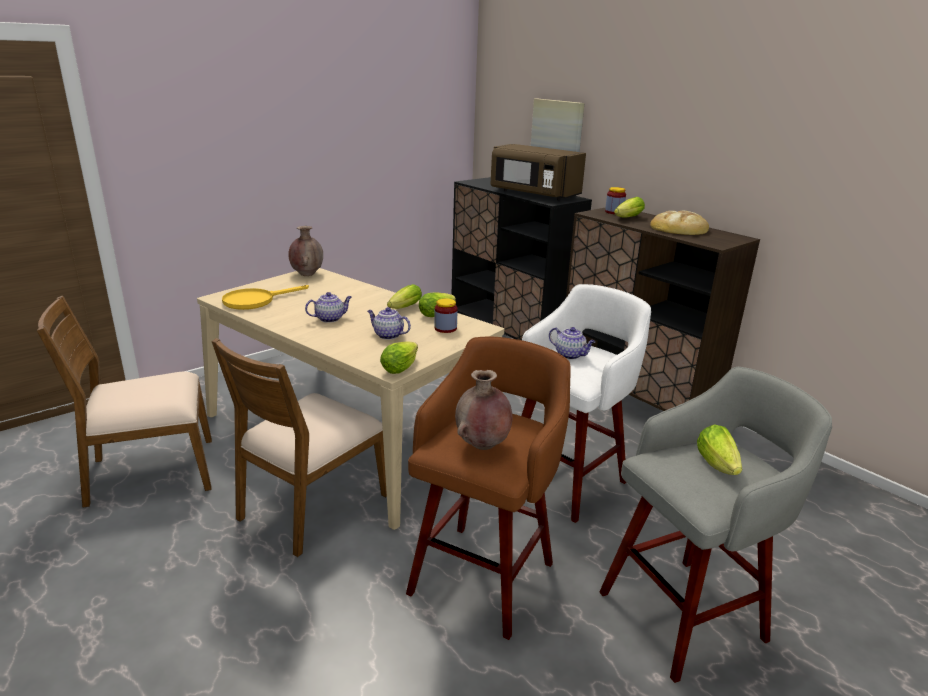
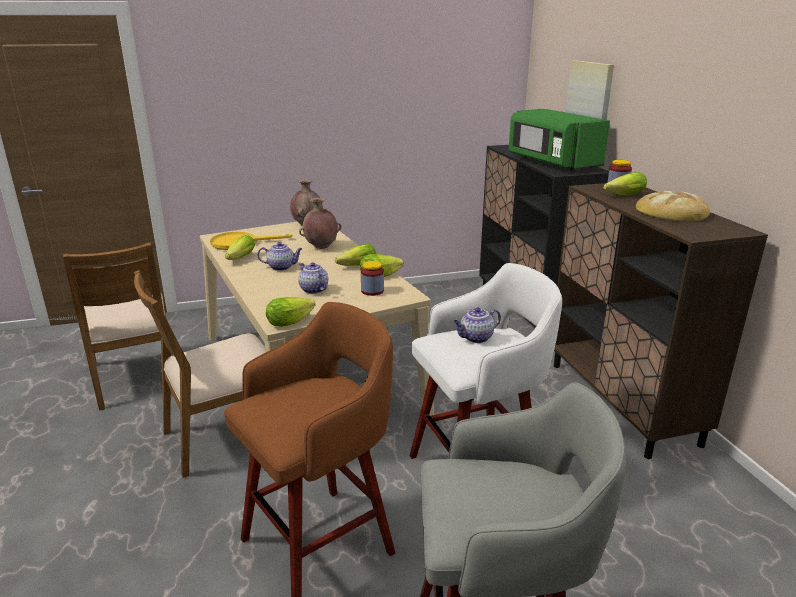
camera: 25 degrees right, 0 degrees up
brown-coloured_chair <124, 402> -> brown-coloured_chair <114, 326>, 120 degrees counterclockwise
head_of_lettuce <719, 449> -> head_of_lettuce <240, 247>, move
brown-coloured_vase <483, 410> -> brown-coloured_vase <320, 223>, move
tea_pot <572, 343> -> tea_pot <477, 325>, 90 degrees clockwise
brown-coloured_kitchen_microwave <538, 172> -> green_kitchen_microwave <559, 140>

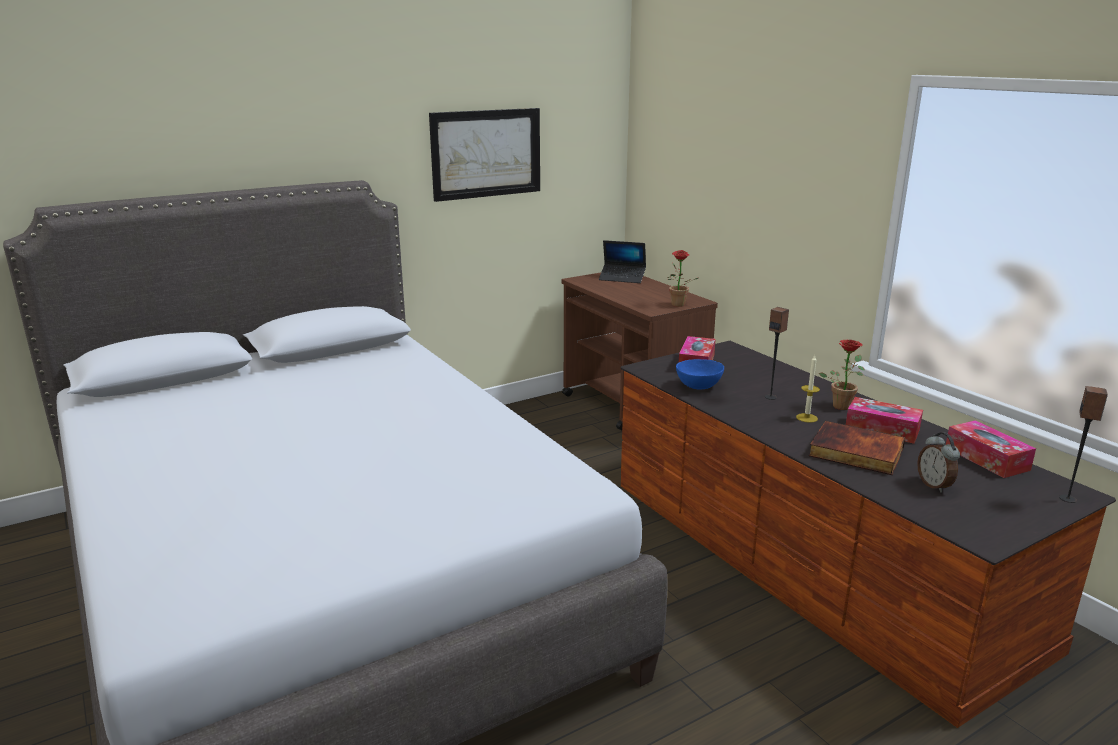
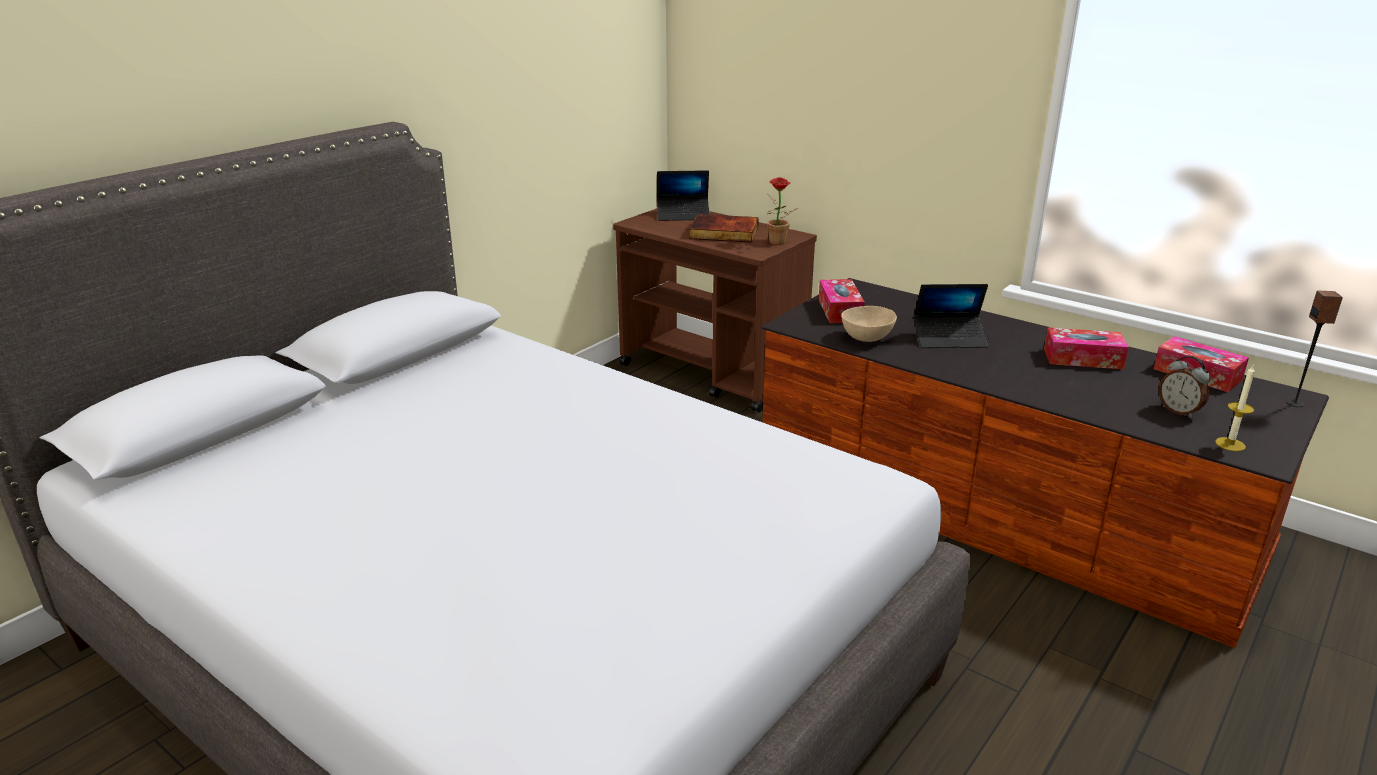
camera: 20 degrees left, 5 degrees up
volume <857, 448> -> volume <724, 228>, move
bluish_serving_bowl <700, 374> -> beige_serving_bowl <869, 324>
audio_speaker <777, 353> -> portable_computer <950, 316>
wax_candle <808, 389> -> wax_candle <1235, 408>, move
wall_picture <484, 155> -> none
potted_plant <842, 375> -> none

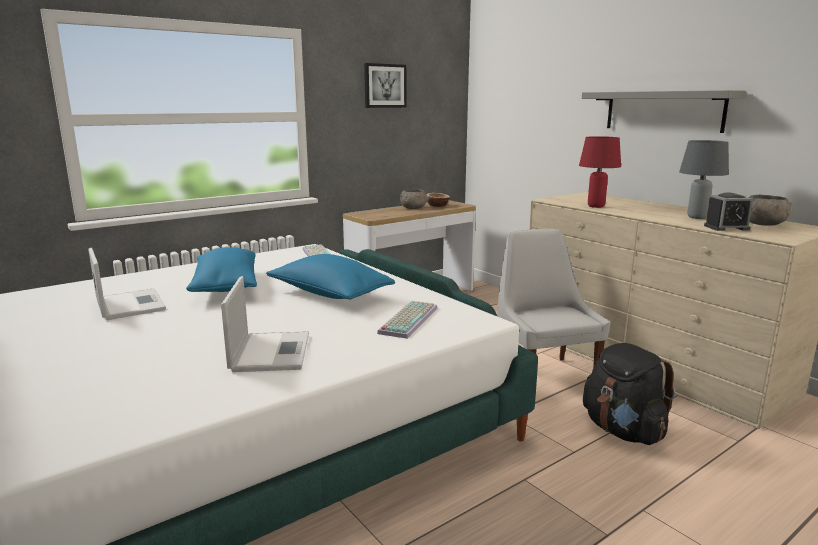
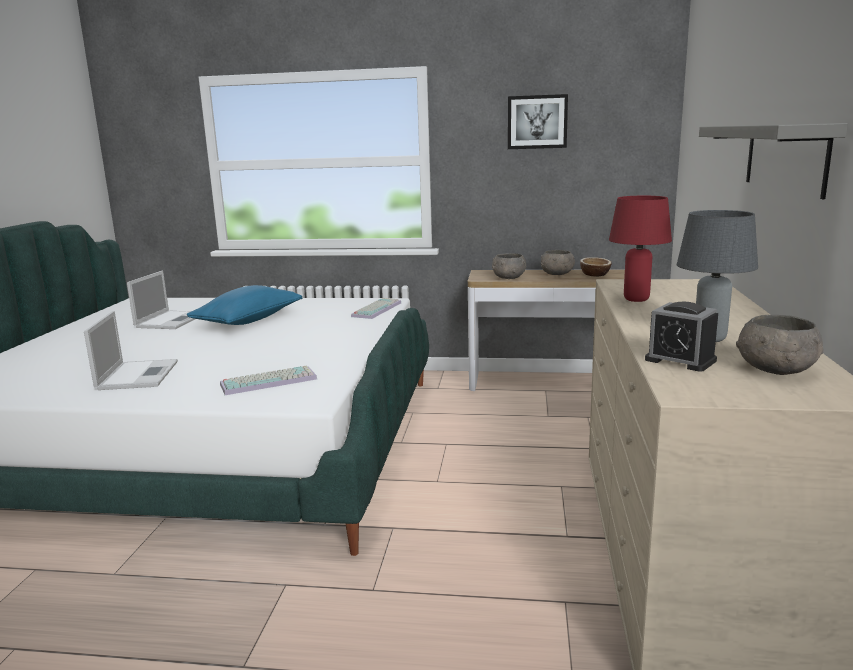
camera: 45 degrees right, 0 degrees up
portable_computer <265, 324> -> portable_computer <131, 350>, 45 degrees counterclockwise
none -> grey_serving_bowl <509, 266>
bluish_throw_pillow <330, 276> -> none
white_chair <554, 298> -> none
black_rucksack <629, 394> -> none

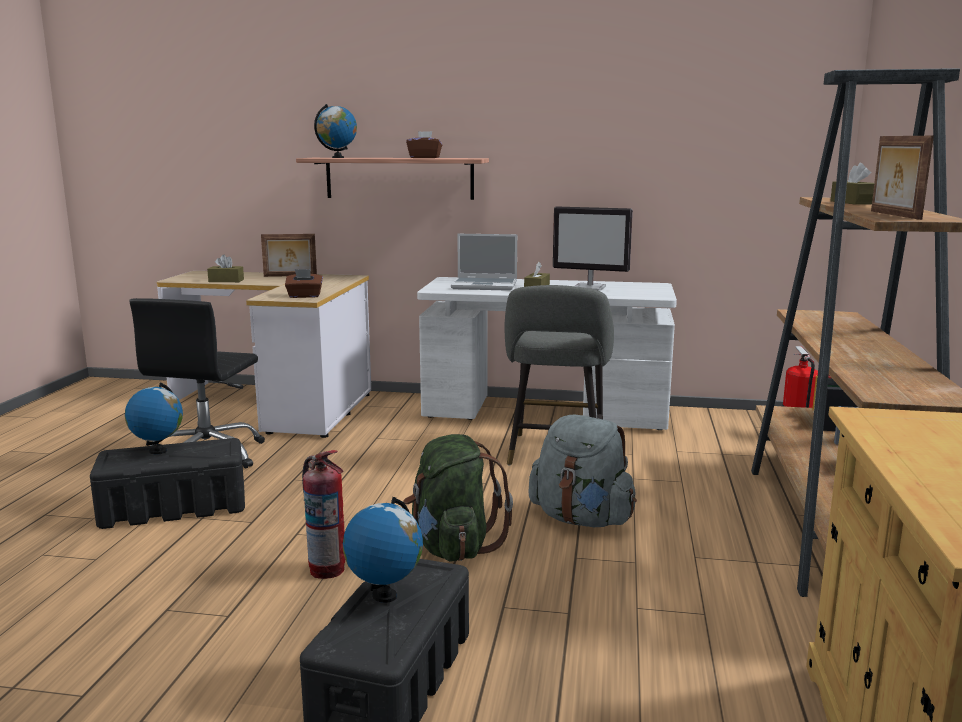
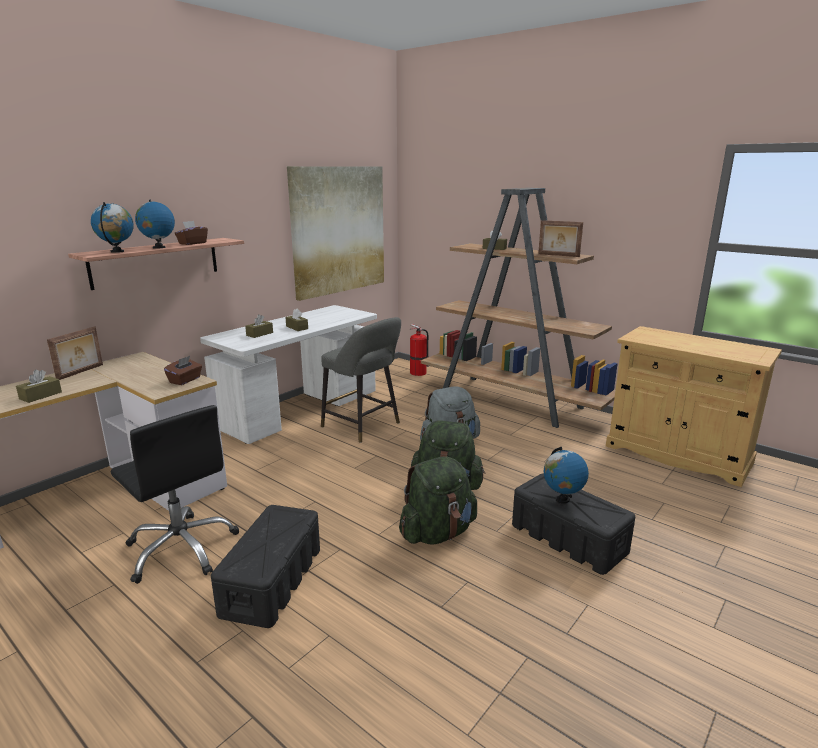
camera: 60 degrees left, 5 degrees up
world_globe <154, 418> -> world_globe <155, 224>, move
portable_computer <484, 262> -> brown-coloured_tissue_holder <259, 326>
none -> wall_picture <335, 233>
extinguisher <323, 514> -> green_rucksack <438, 501>
computer_display <593, 249> -> none

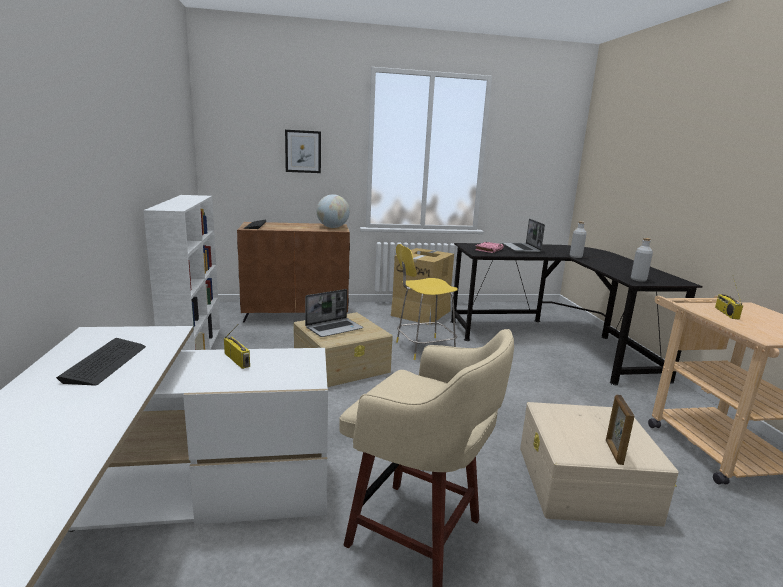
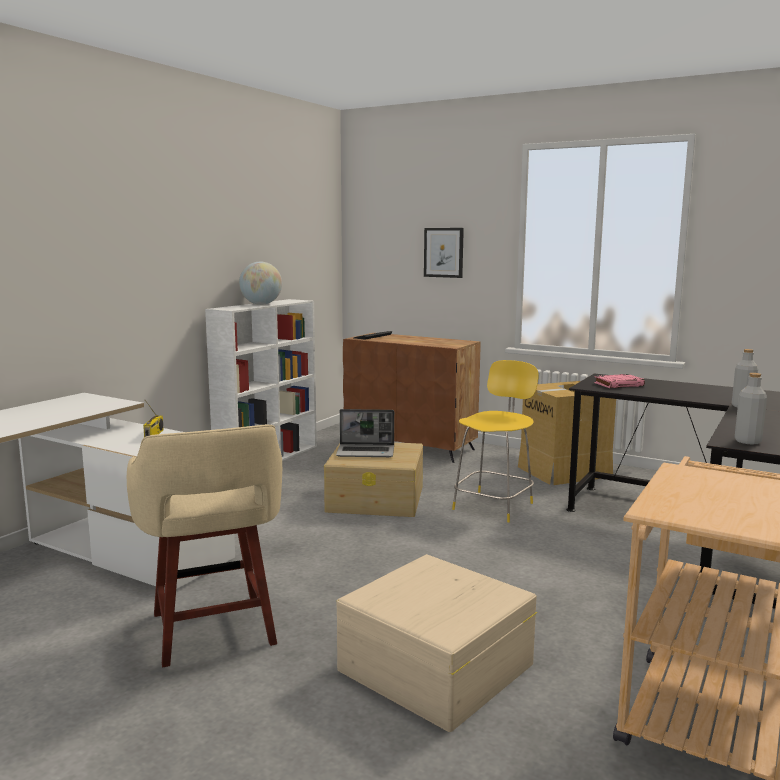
camera: 40 degrees right, 5 degrees down
world_globe <333, 211> -> world_globe <260, 283>, move
yellow_chair <427, 302> -> yellow_chair <495, 441>, 105 degrees clockwise
PC_keyboard <101, 362> -> none
portable_computer <523, 236> -> none
picture_frame <620, 430> -> none
radio <729, 297> -> none

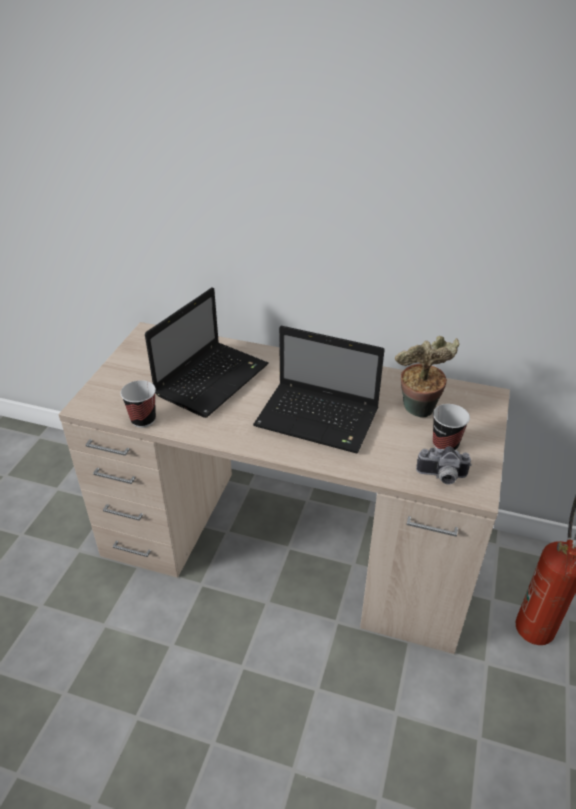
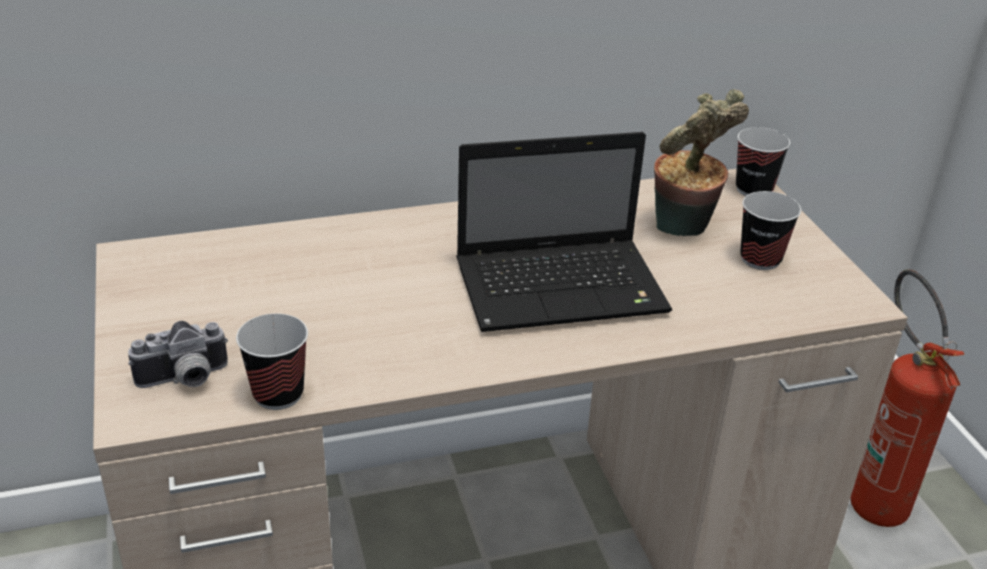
camera: 35 degrees left, 5 degrees down
photo_camera <444, 466> -> photo_camera <178, 354>, move
none -> cup <763, 161>
portable_computer <207, 352> -> none

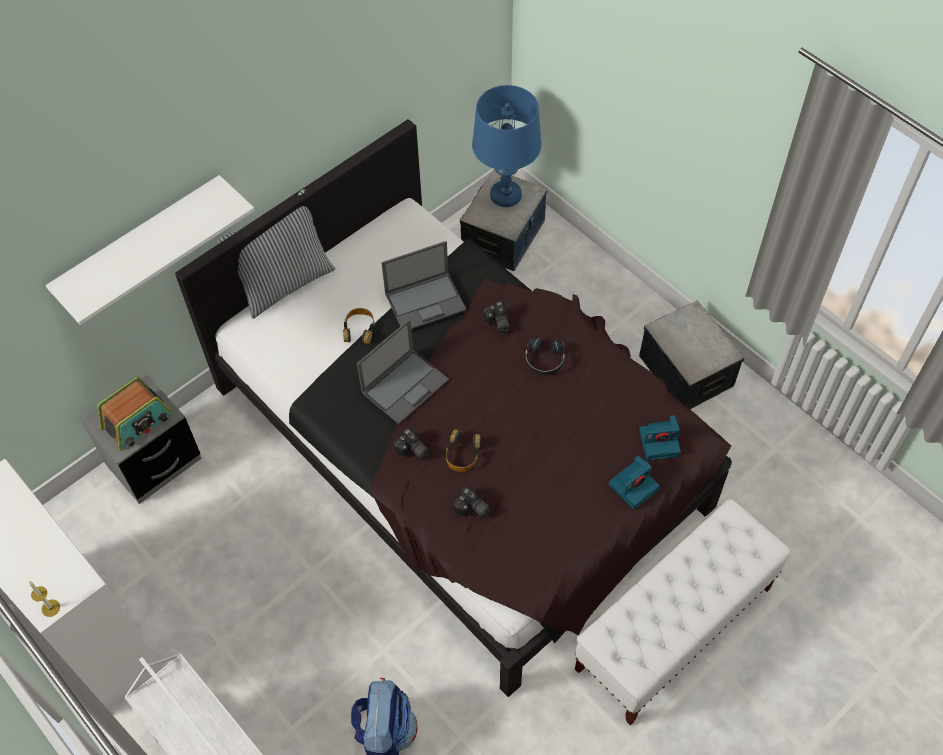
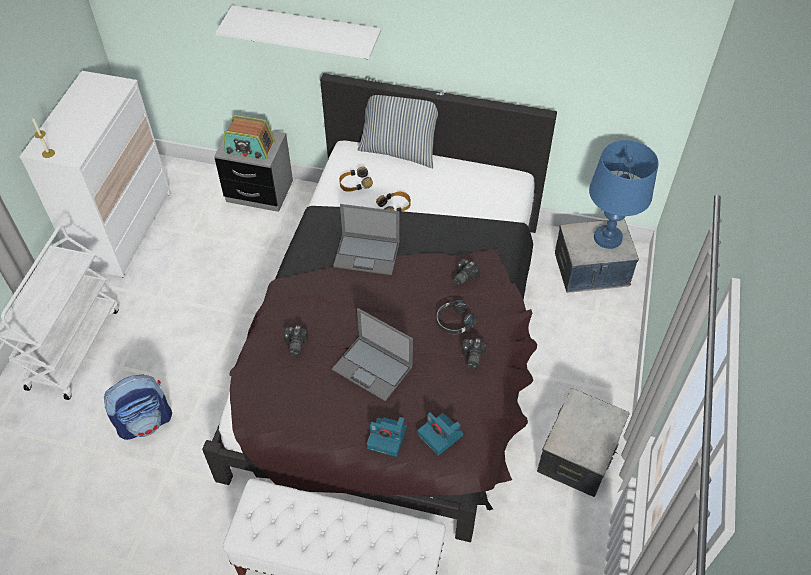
camera: 55 degrees right, 5 degrees down
portable_computer <423, 285> -> portable_computer <372, 354>, move
headphones <463, 450> -> headphones <356, 179>, move
photo_camera <411, 444> -> photo_camera <474, 353>, move

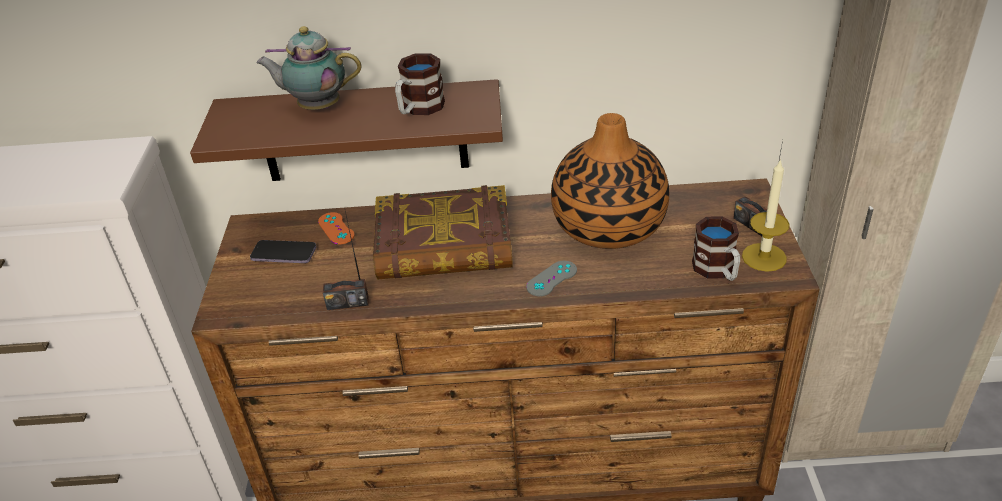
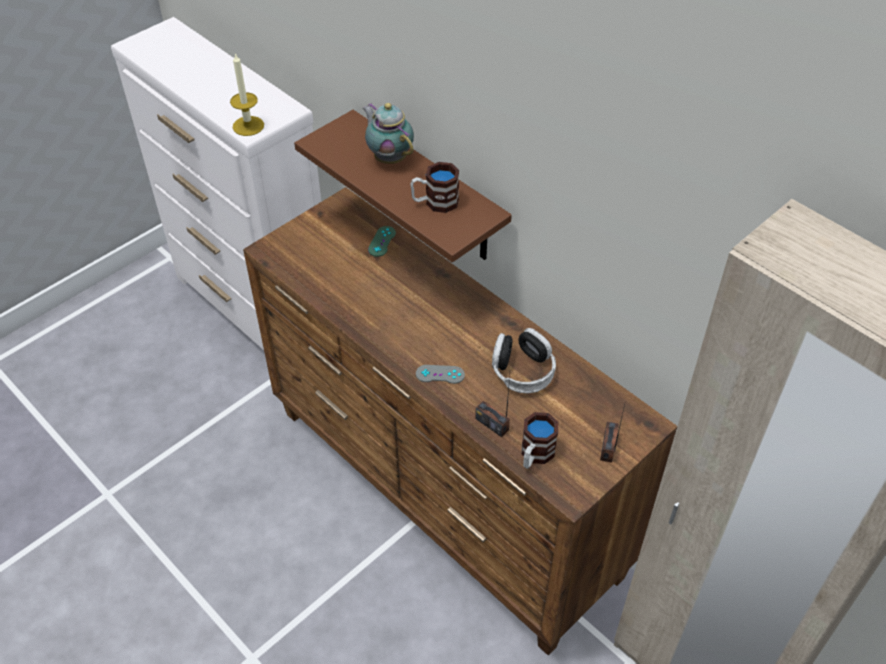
camera: 45 degrees right, 10 degrees up
wax_candle <765, 215> -> wax_candle <247, 94>, move
orange-coloured_game_controller <336, 228> -> green_game_controller <382, 241>
radio <346, 260> -> radio <492, 406>, move
vase <610, 181> -> headphones <524, 360>
phone <283, 251> -> none
volume <443, 232> -> none

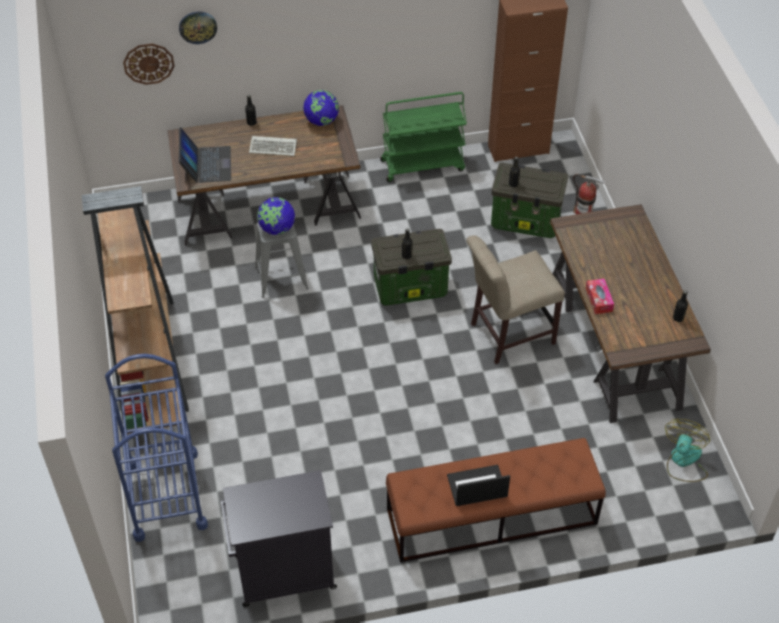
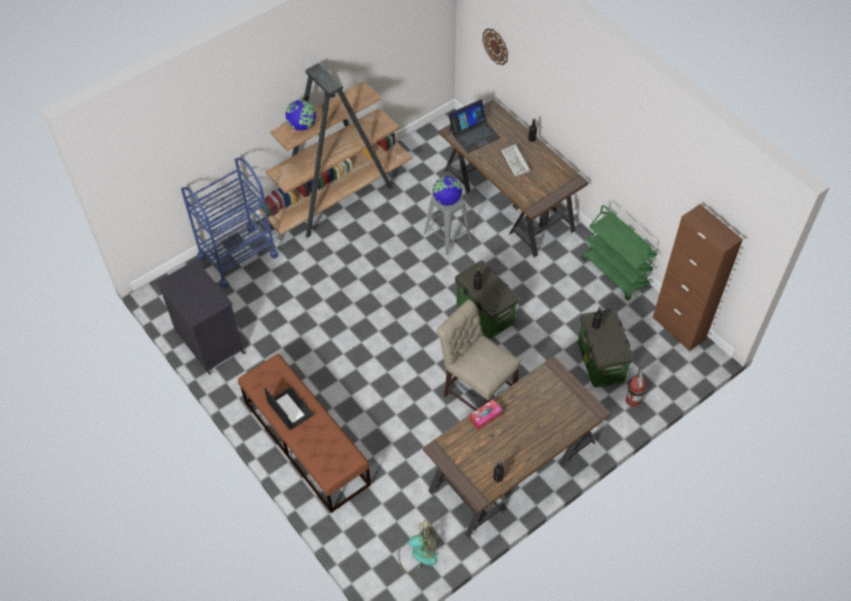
camera: 65 degrees right, 5 degrees up
world_globe <321, 108> -> world_globe <301, 115>, move
clock_on_the_wall <198, 27> -> none

